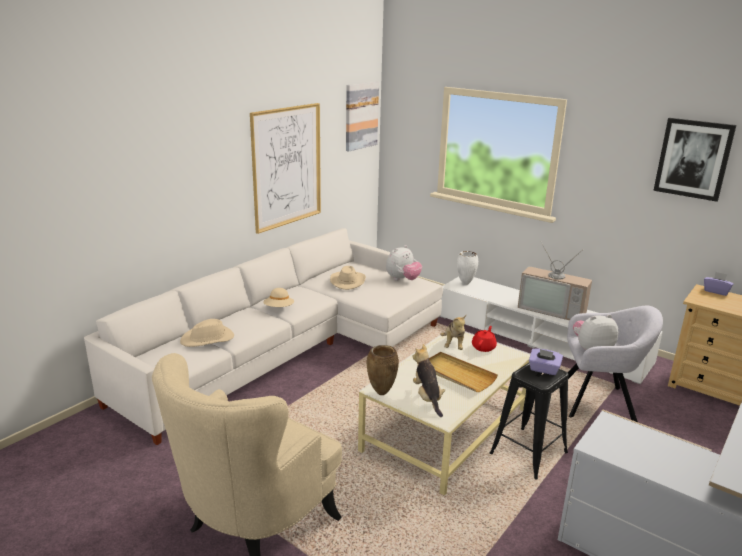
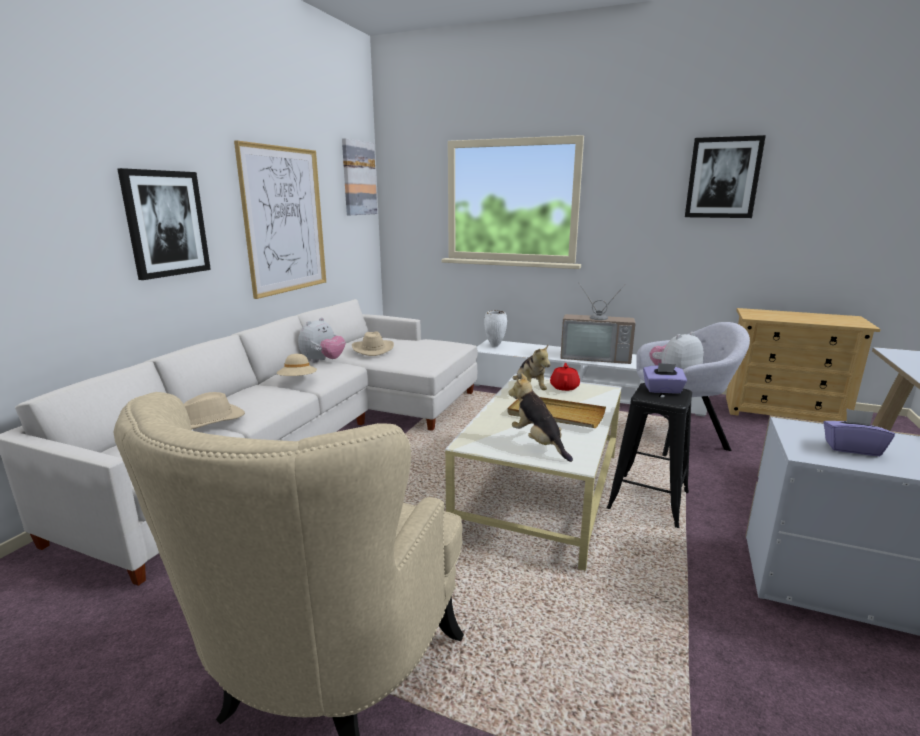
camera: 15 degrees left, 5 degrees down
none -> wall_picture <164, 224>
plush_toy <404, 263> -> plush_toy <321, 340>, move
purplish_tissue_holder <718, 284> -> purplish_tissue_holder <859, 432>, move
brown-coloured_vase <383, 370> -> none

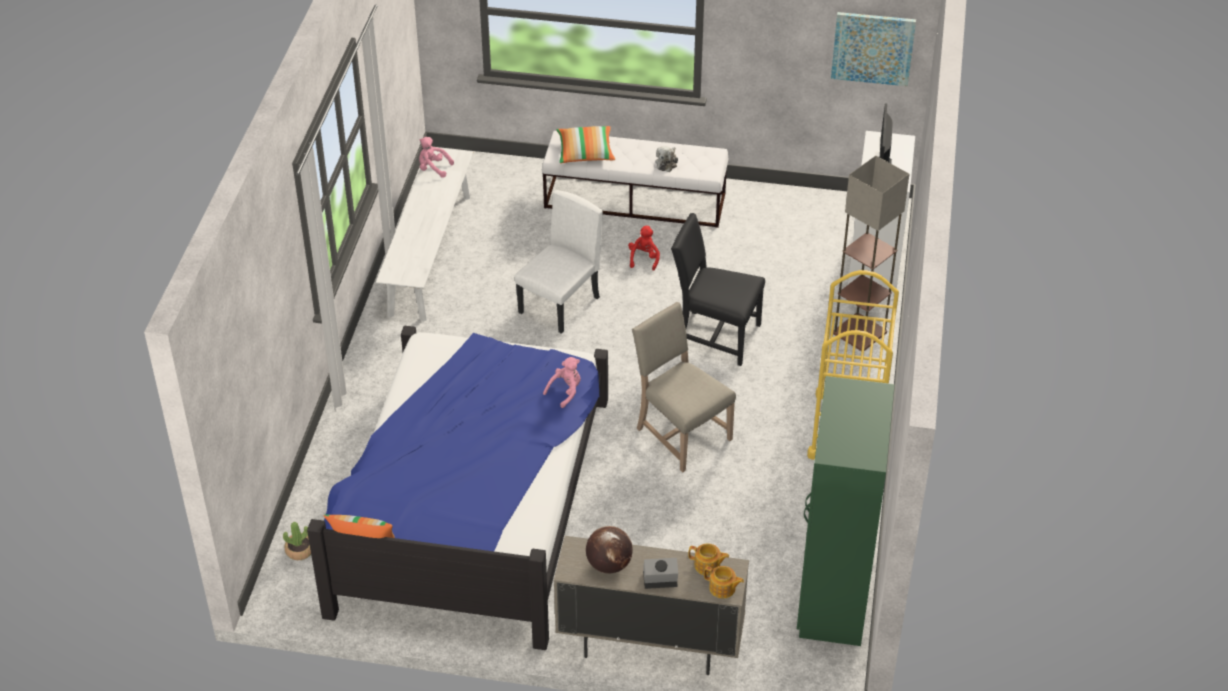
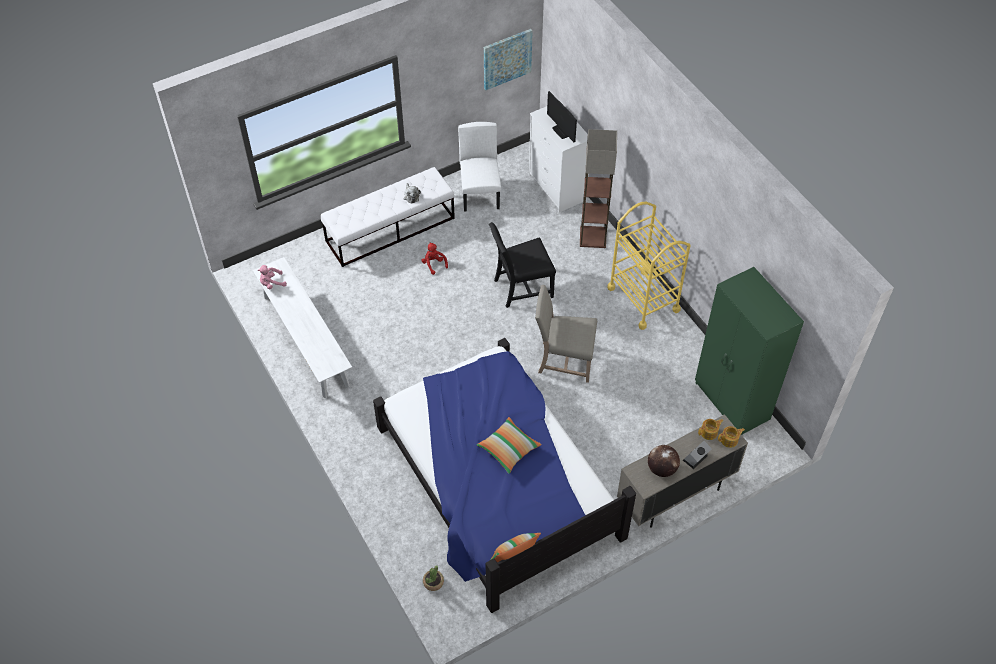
camera: 40 degrees left, 10 degrees up
white_chair <559, 262> -> white_chair <479, 167>, move
throw_pillow <585, 144> -> throw_pillow <509, 445>, move
pinkish_plush_toy <562, 382> -> none

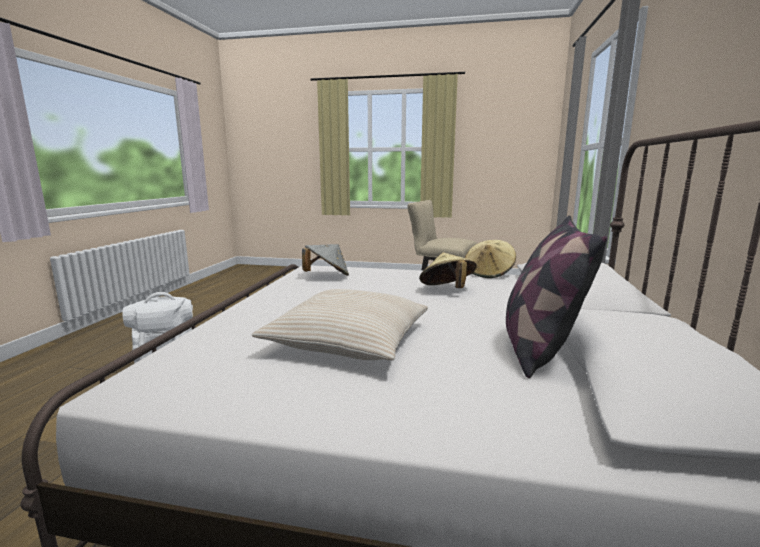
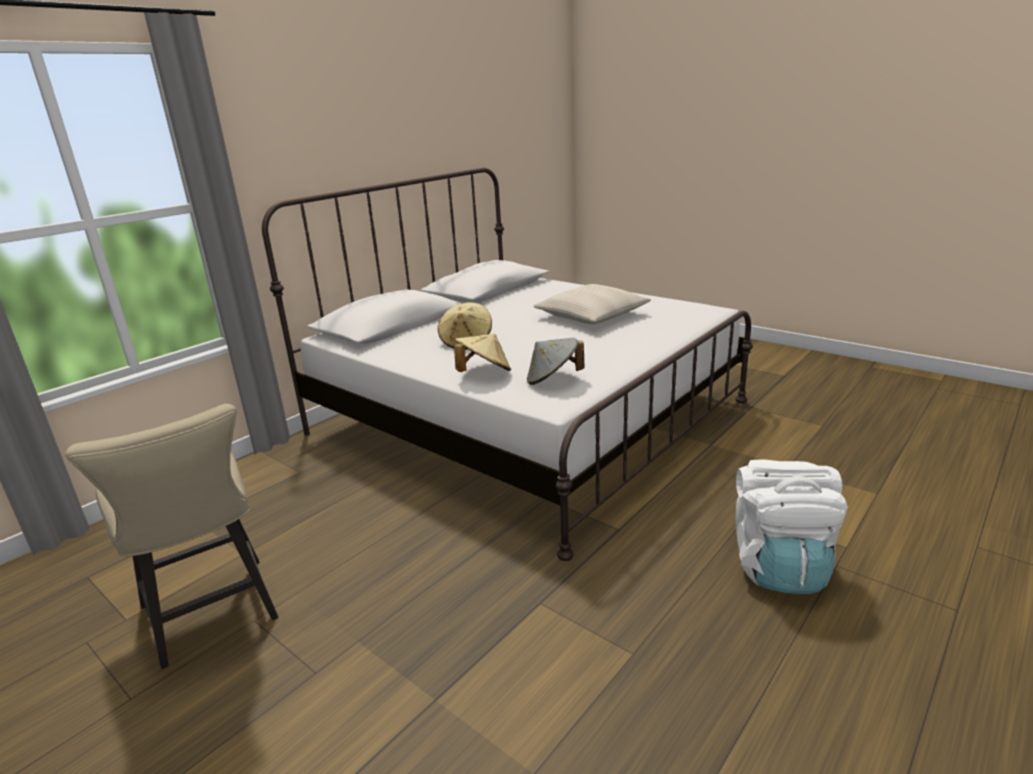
camera: 150 degrees left, 10 degrees up
beige_clothing_hat <490, 259> -> beige_clothing_hat <482, 353>, move
throw_pillow <556, 296> -> none

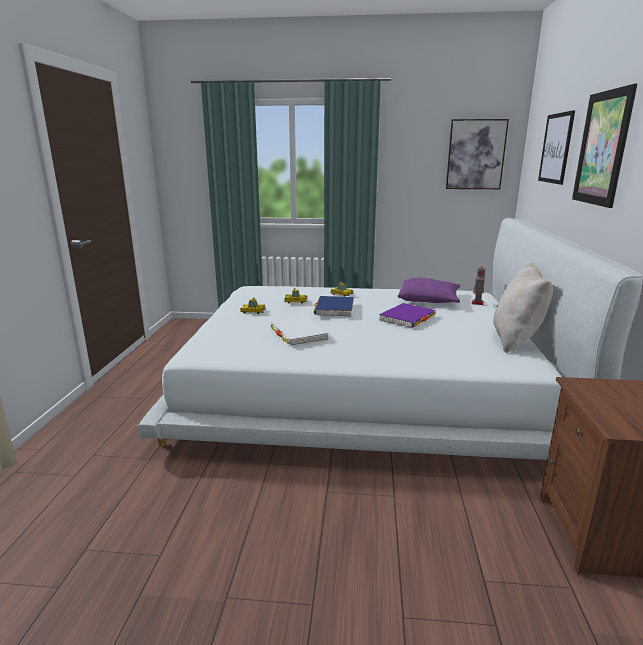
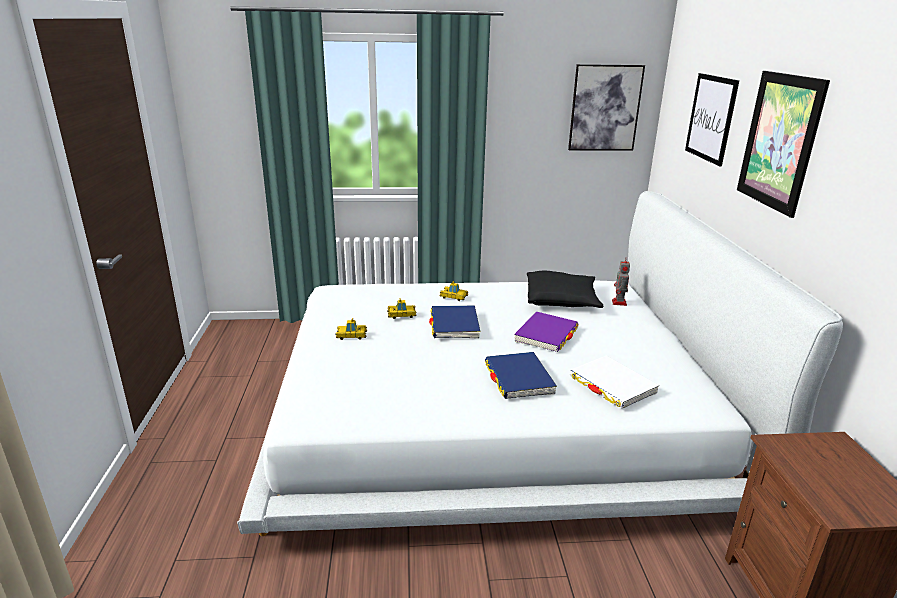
camera: 10 degrees left, 5 degrees up
none -> bluish_volume <521, 375>
purplish_throw_pillow <429, 290> -> black_throw_pillow <565, 289>
white_volume <299, 331> -> white_volume <614, 382>, move
beige_throw_pillow <523, 308> -> none

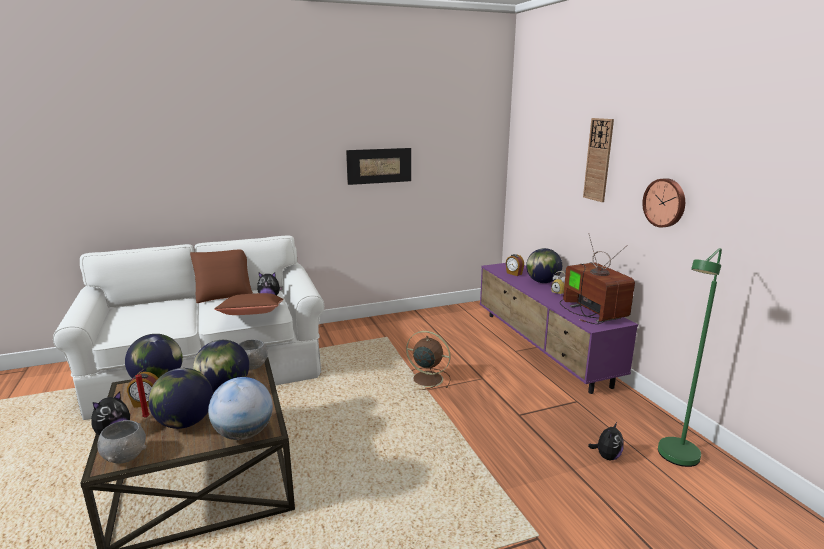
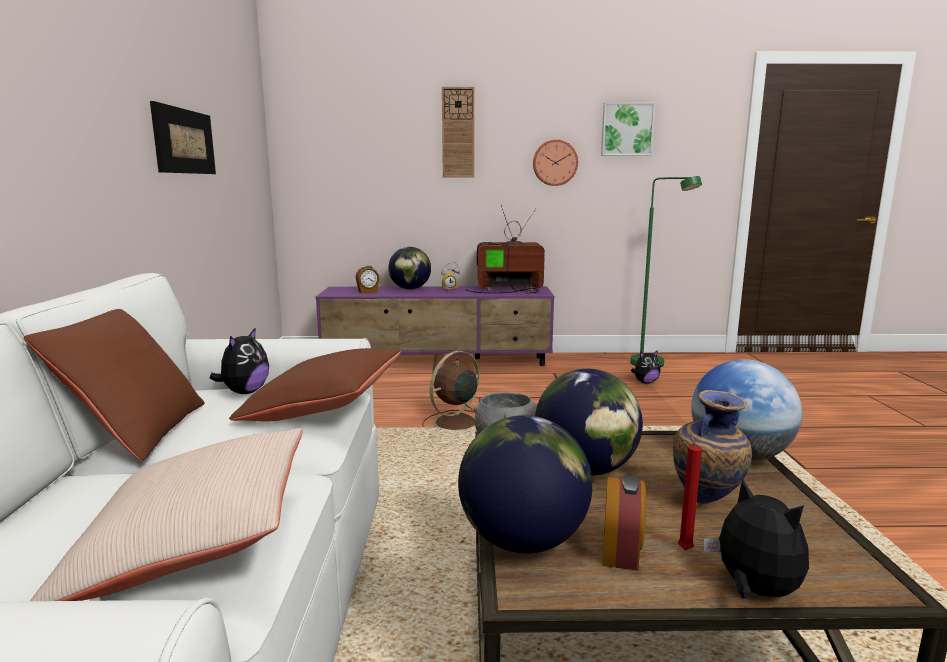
camera: 70 degrees left, 5 degrees down
none -> beige_throw_pillow <166, 514>
none -> wall_picture <628, 129>
plush_toy <606, 441> -> plush_toy <646, 367>, 105 degrees clockwise
world_globe <180, 398> -> vase <712, 447>
grey_serving_bowl <121, 442> -> none

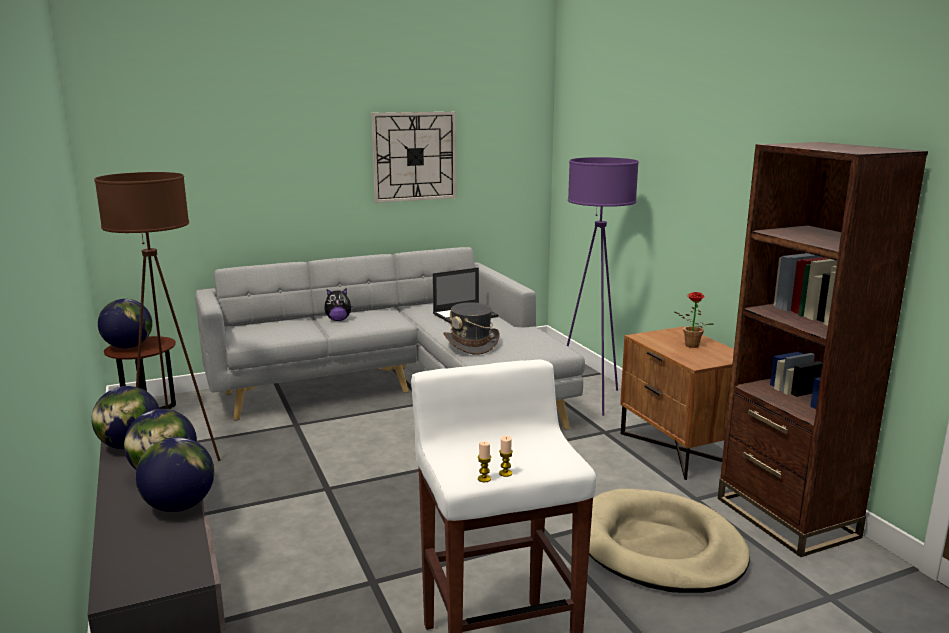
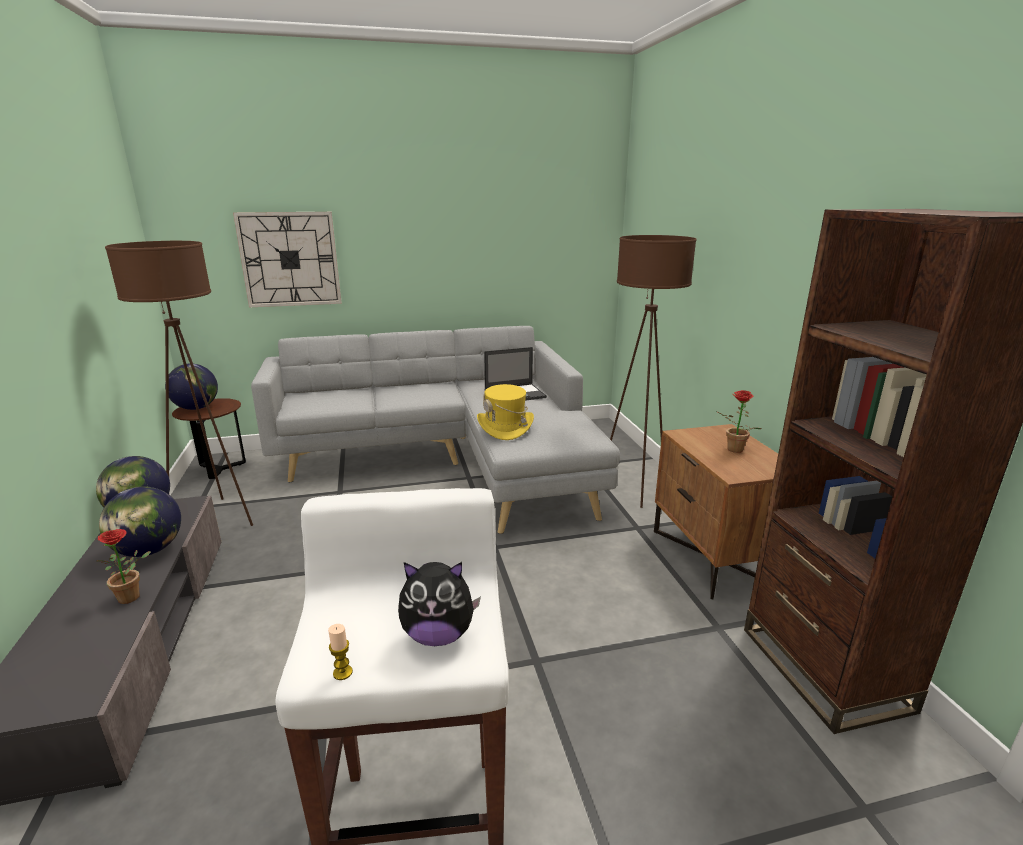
camera: 10 degrees right, 5 degrees up
world_globe <174, 474> -> potted_plant <124, 566>
clock_on_the_wall <413, 157> -> clock_on_the_wall <287, 259>, move
plush_toy <338, 304> -> plush_toy <439, 604>, move
grey_clothing_hat <471, 328> -> yellow_clothing_hat <505, 412>
purplish_standard_lamp <603, 286> -> brown-coloured_standard_lamp <653, 371>
wax_candle <506, 456> -> none
beige_dog_bed <669, 541> -> none

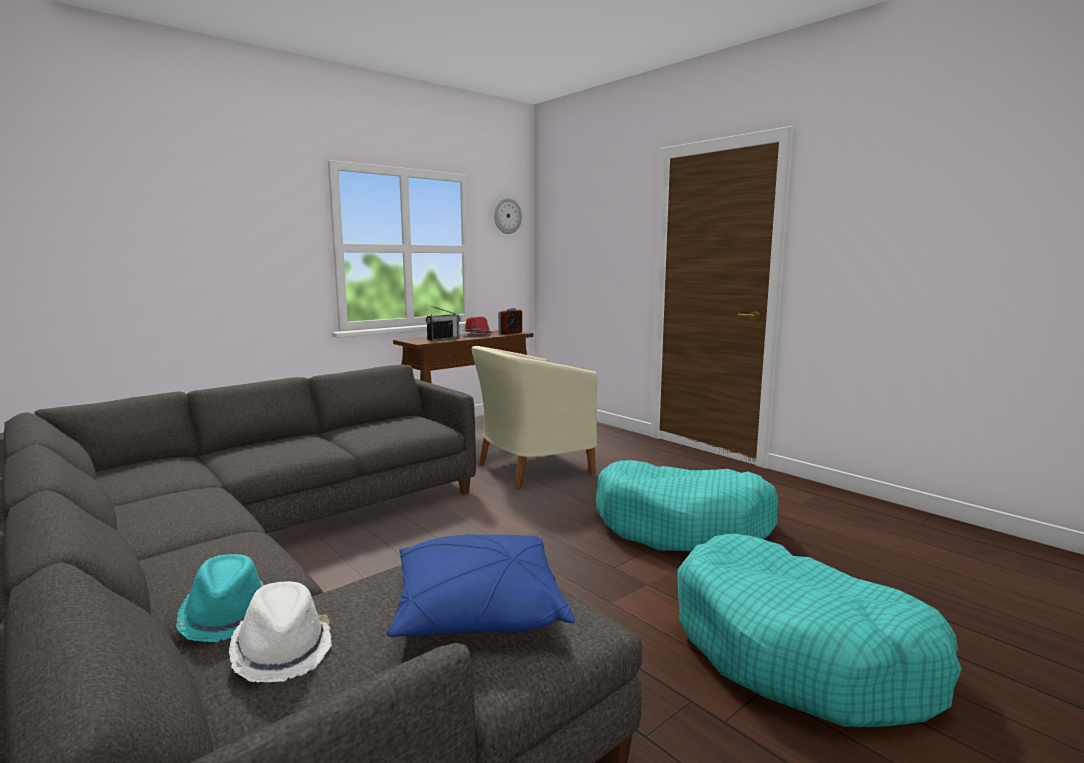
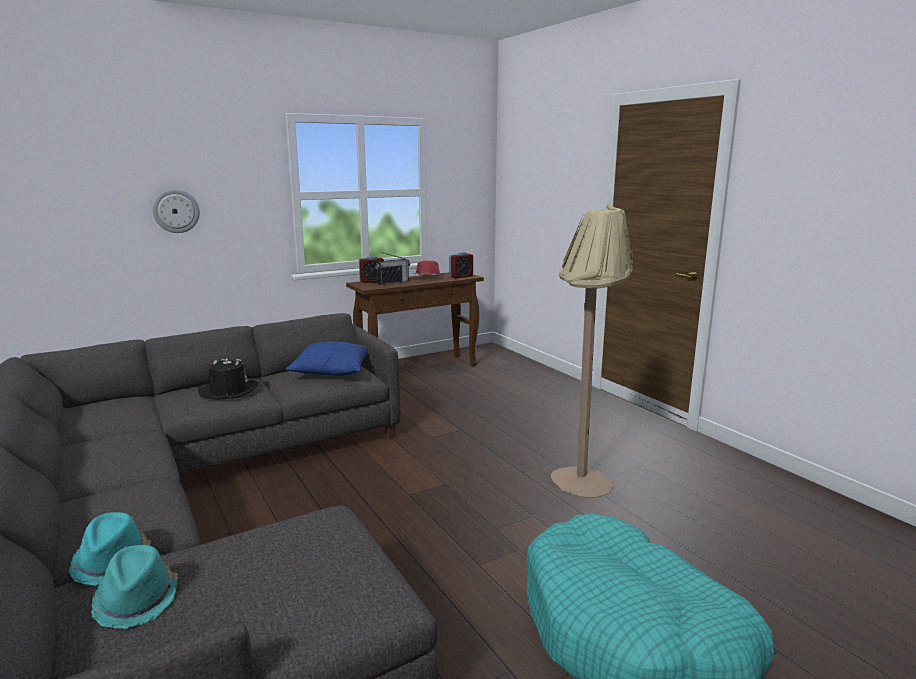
camera: 10 degrees right, 5 degrees up
white_clothing_hat <280, 631> -> blue-green_clothing_hat <134, 587>
clock_on_the_wall <508, 216> -> clock_on_the_wall <176, 211>, move
none -> black_clothing_hat <228, 378>
bluish_throw_pillow <480, 585> -> bluish_throw_pillow <327, 358>, move
none -> alarm_clock <371, 269>
blue-green_dog_bed <687, 505> -> beige_standard_lamp <592, 351>
beige_easy_chair <535, 417> -> none

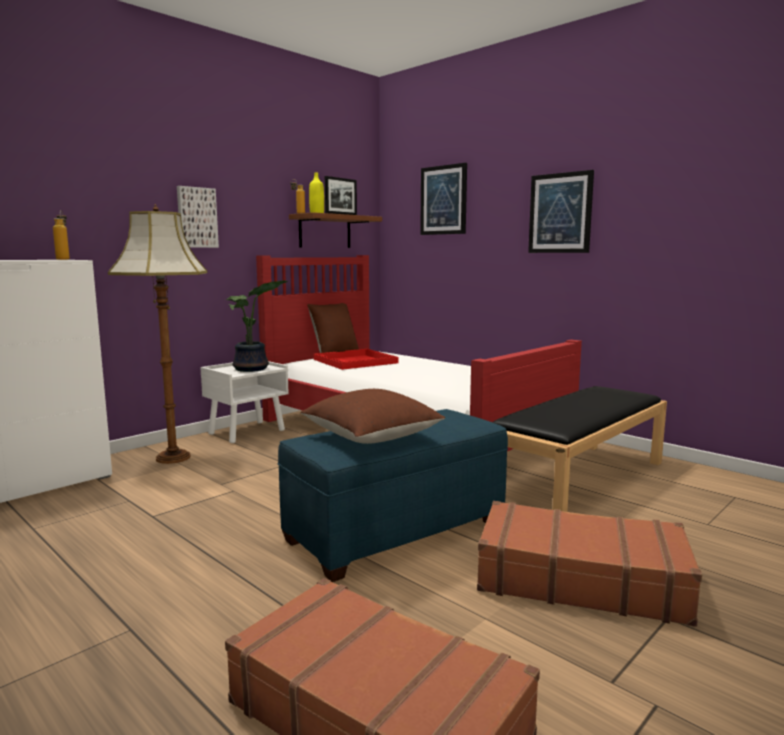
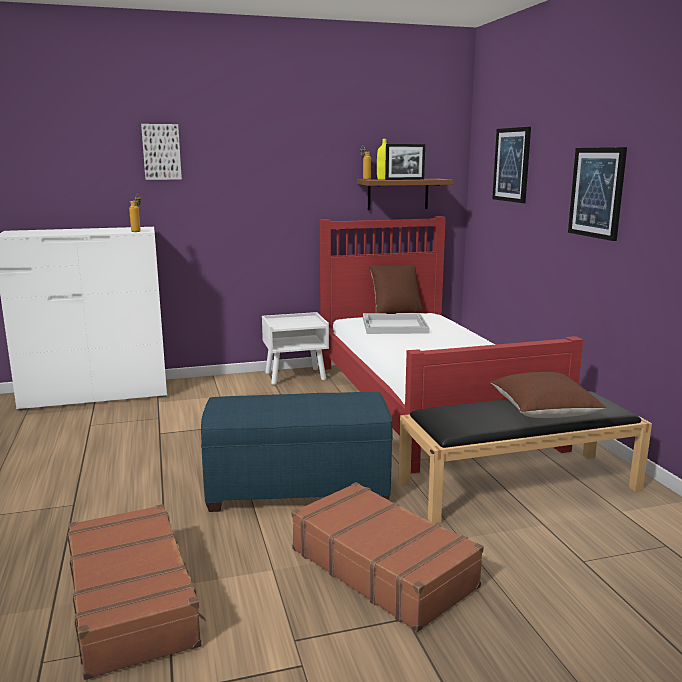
camera: 30 degrees right, 5 degrees up
wall_picture <198, 217> -> wall_picture <161, 152>, move
reddish_serving_tray <356, 359> -> white_serving_tray <396, 323>
brown-coloured_throw_pillow <373, 416> -> brown-coloured_throw_pillow <549, 395>, move
standard_lamp <157, 334> -> none
potted_plant <256, 326> -> none

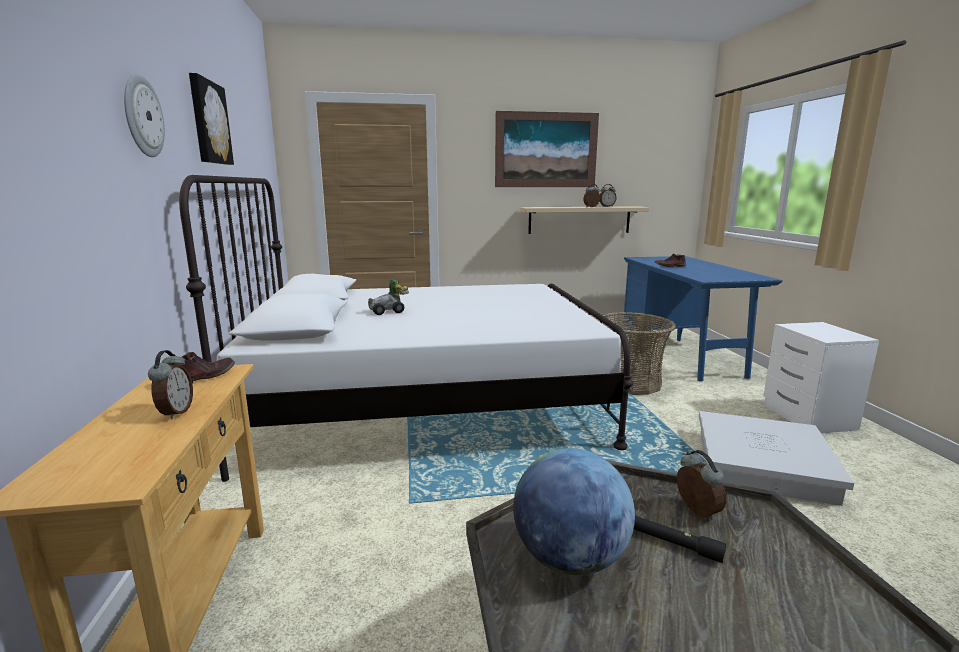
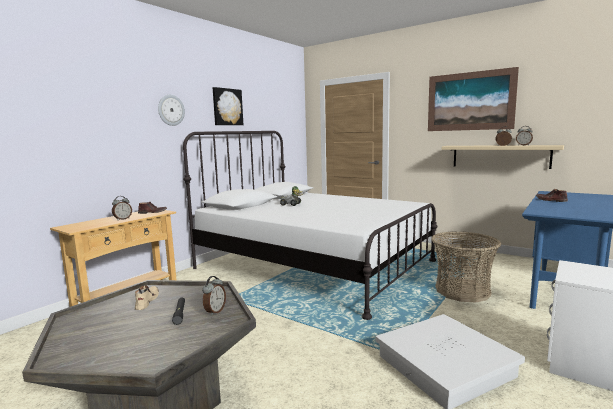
camera: 45 degrees right, 5 degrees down
world_globe <574, 511> -> beige_shoe <147, 297>

